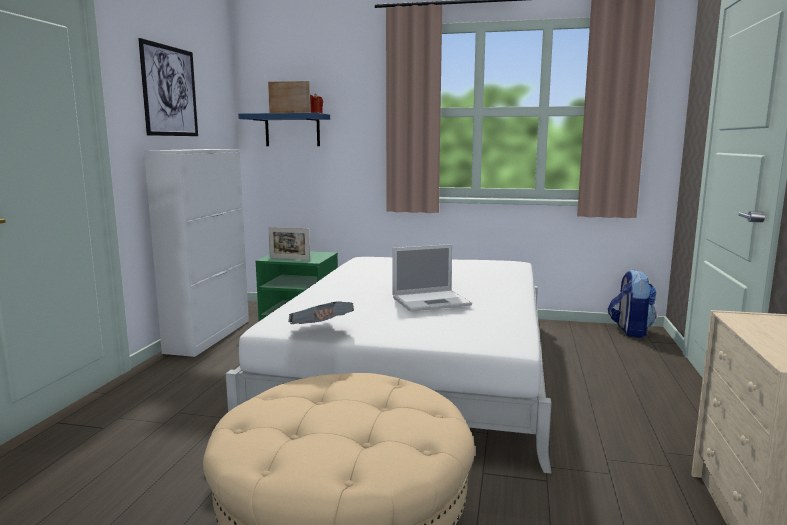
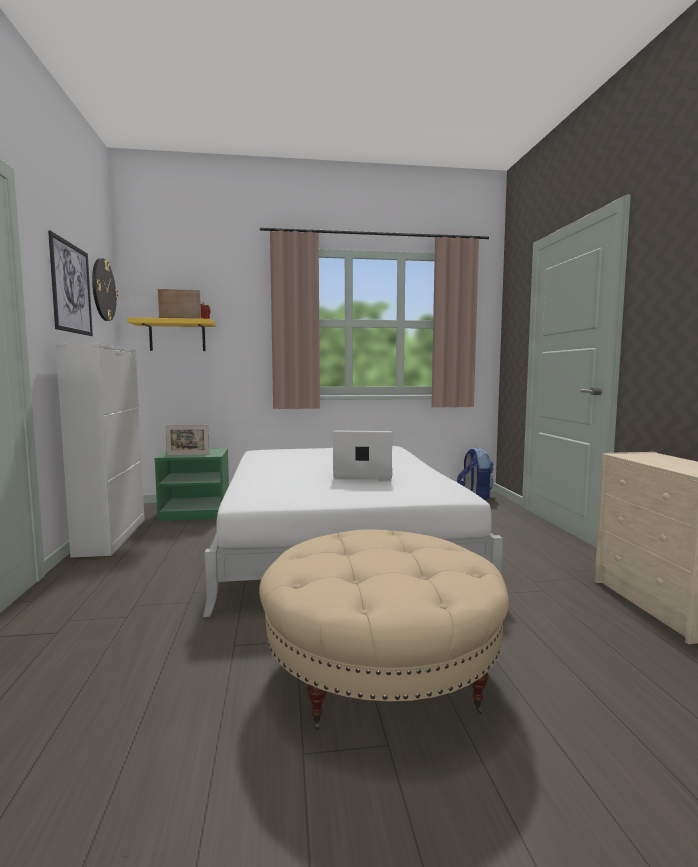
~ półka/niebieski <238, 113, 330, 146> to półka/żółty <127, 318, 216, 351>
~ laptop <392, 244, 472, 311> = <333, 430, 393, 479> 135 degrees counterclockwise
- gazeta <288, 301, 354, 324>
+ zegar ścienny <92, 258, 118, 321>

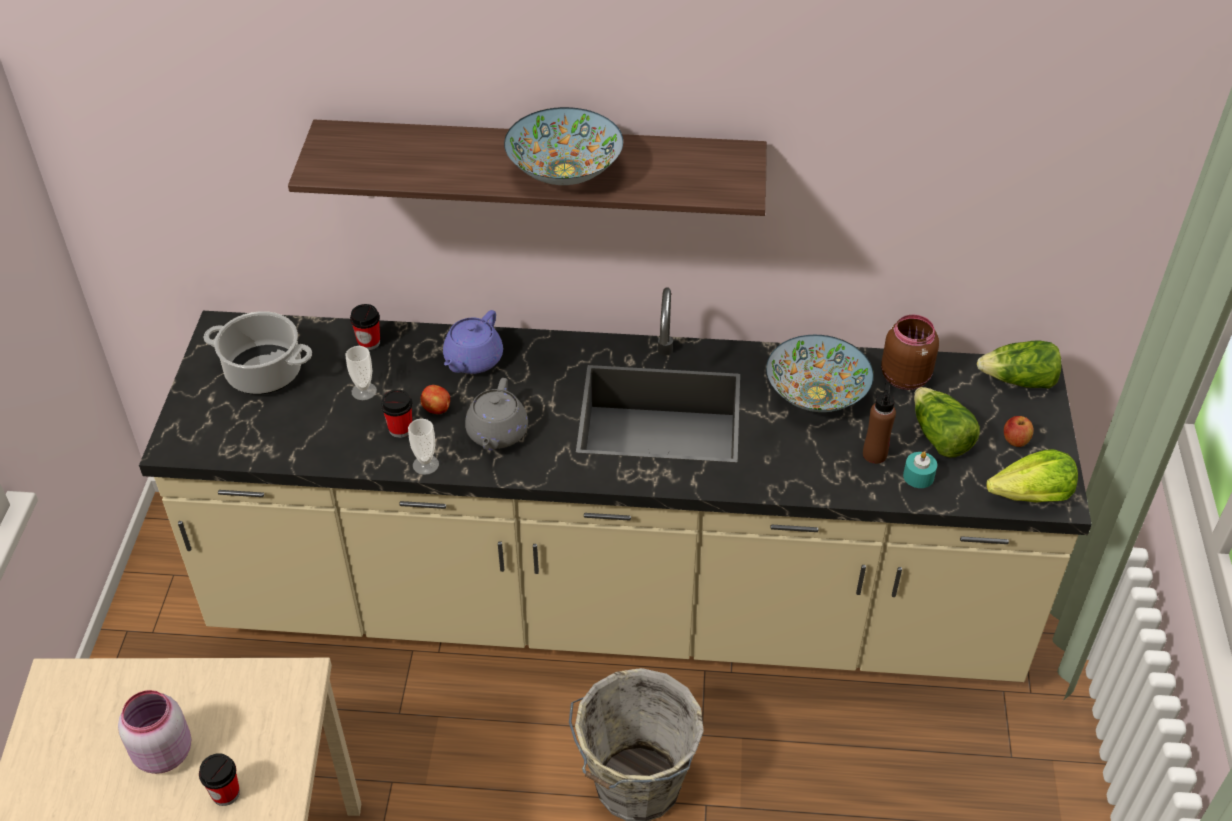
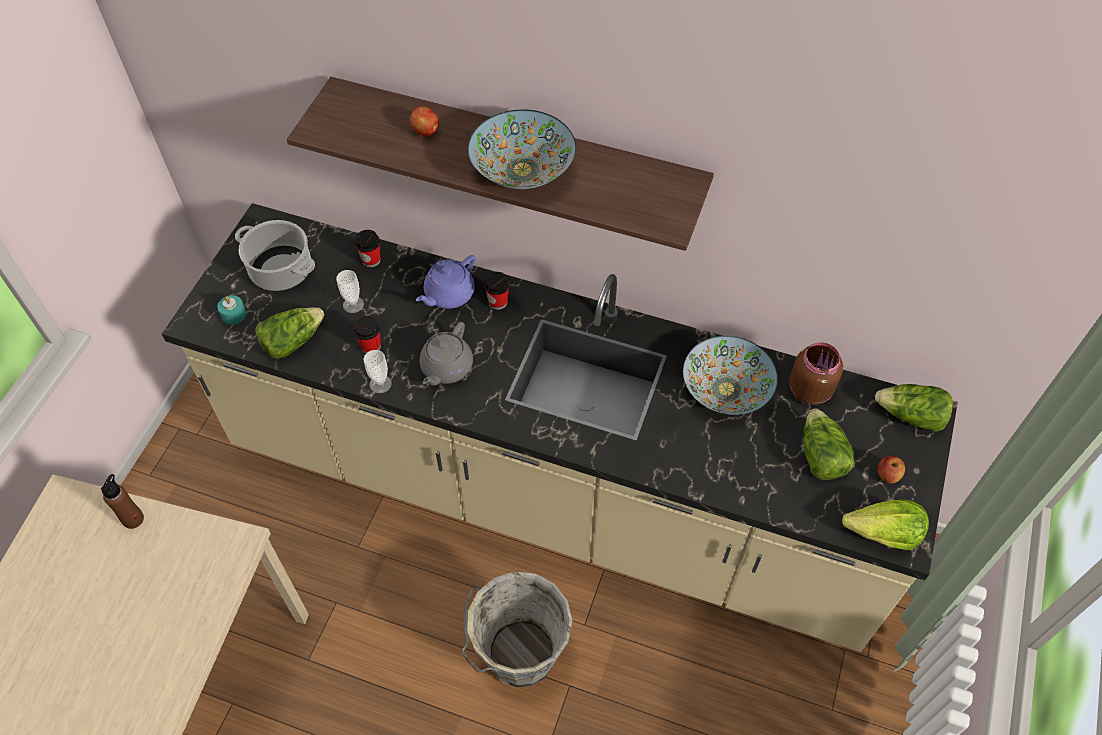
~ butelka/brązowy <863, 383, 896, 464> to <101, 474, 144, 529>
~ jabłko <421, 385, 450, 414> to <410, 106, 439, 136>
~ świeca/turkusowy <903, 452, 937, 488> to <217, 295, 246, 325>
- słoik/różowy <118, 690, 191, 774>
~ filiżanka <199, 753, 240, 806> to <484, 272, 510, 310>
+ sałata <255, 307, 324, 358>

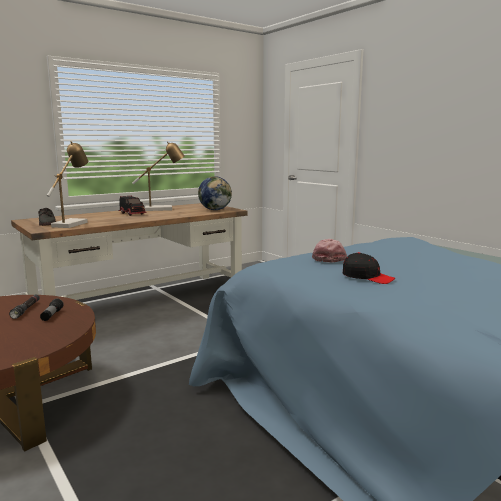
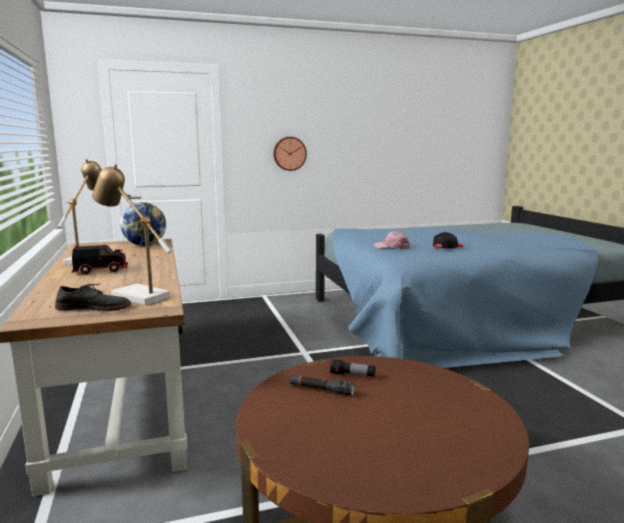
+ zegar ścienny <273, 137, 307, 171>

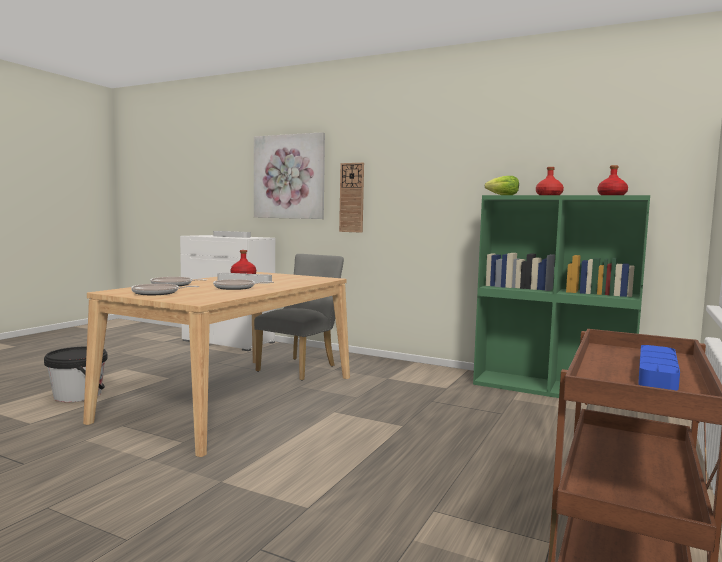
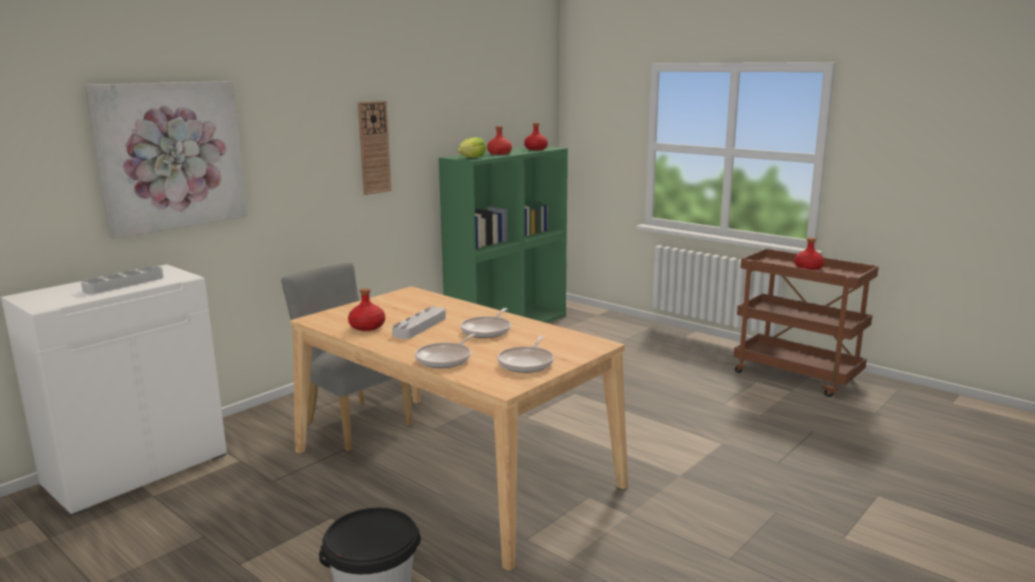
~ zegar ścienny <339, 163, 364, 233> to <358, 101, 392, 195>
~ taca/niebieski <638, 345, 680, 390> to butelka/czerwony <794, 238, 825, 270>

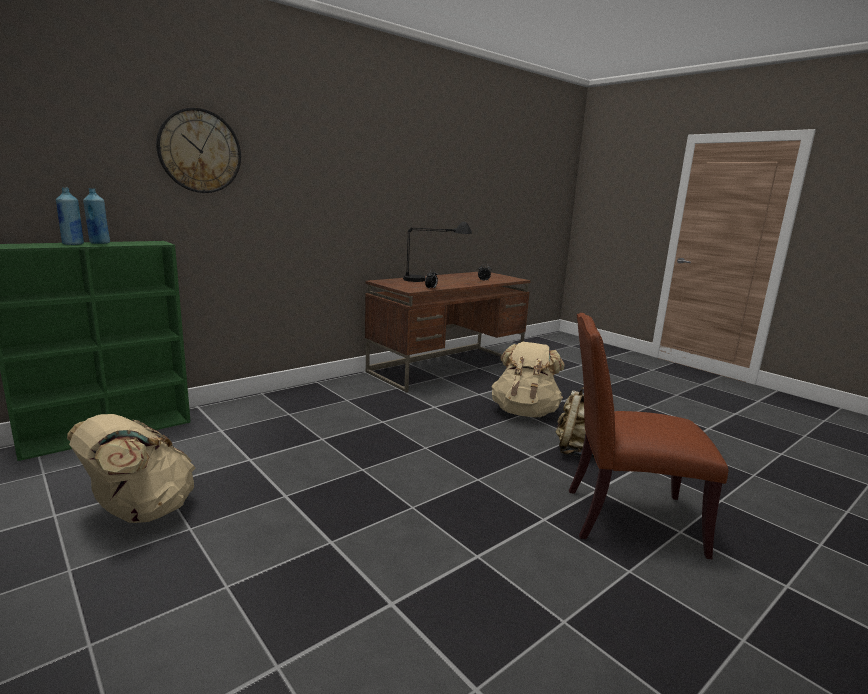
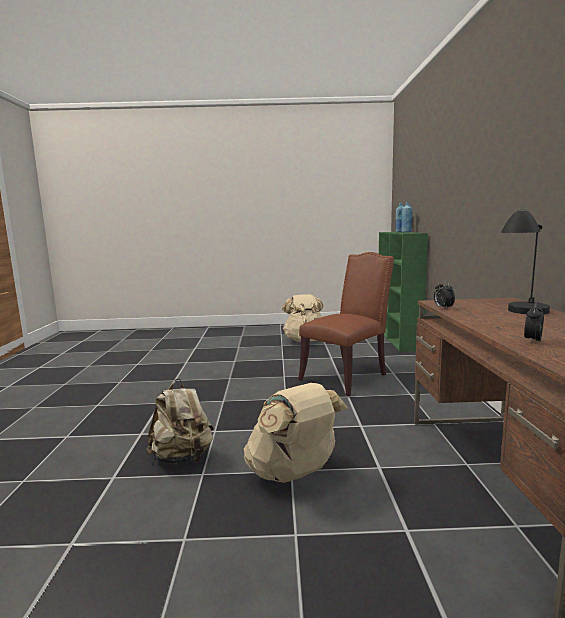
- zegar ścienny <156, 108, 241, 193>
~ krzesło/brązowy <569, 313, 728, 559> to <298, 252, 394, 396>

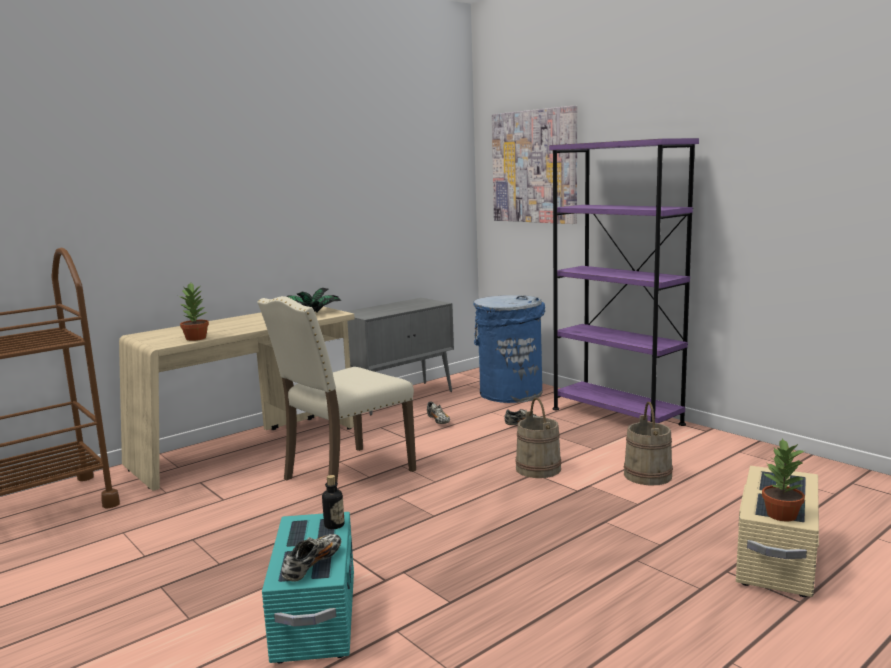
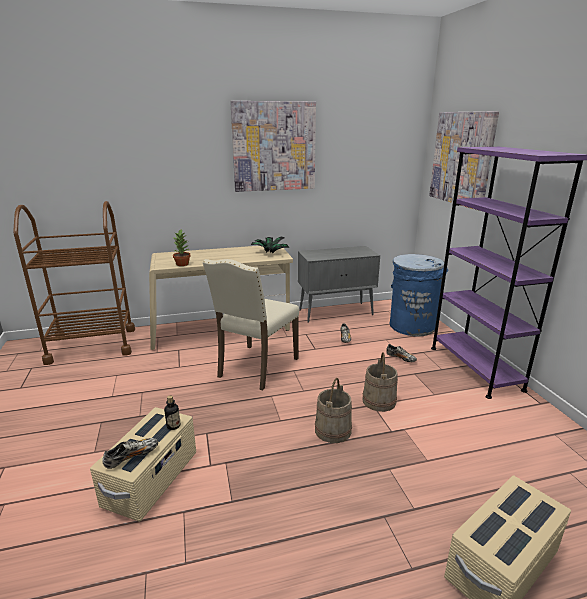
~ krzesło/beżowy <257, 296, 416, 482> = <203, 259, 299, 390> 45 degrees counterclockwise
~ wiadro/beżowy <624, 402, 673, 486> to <315, 378, 352, 443>
- roślina doniczkowa <762, 438, 806, 522>
~ pojemnik do przechowywania/turkusowy <262, 512, 354, 663> to pojemnik do przechowywania/beżowy <90, 407, 196, 522>
+ obraz <230, 101, 316, 192>

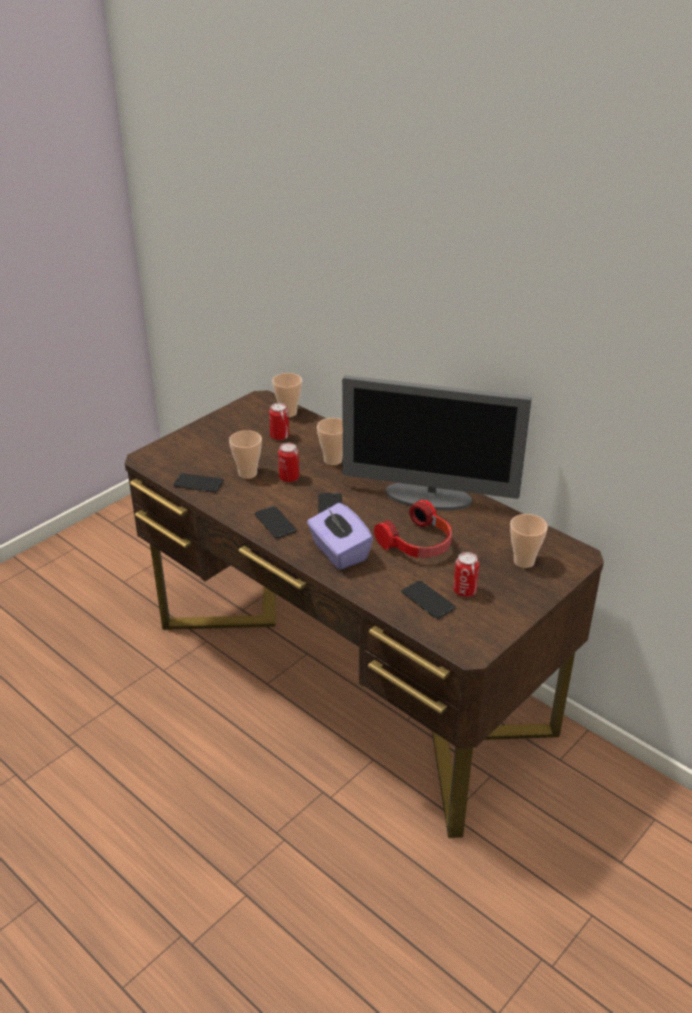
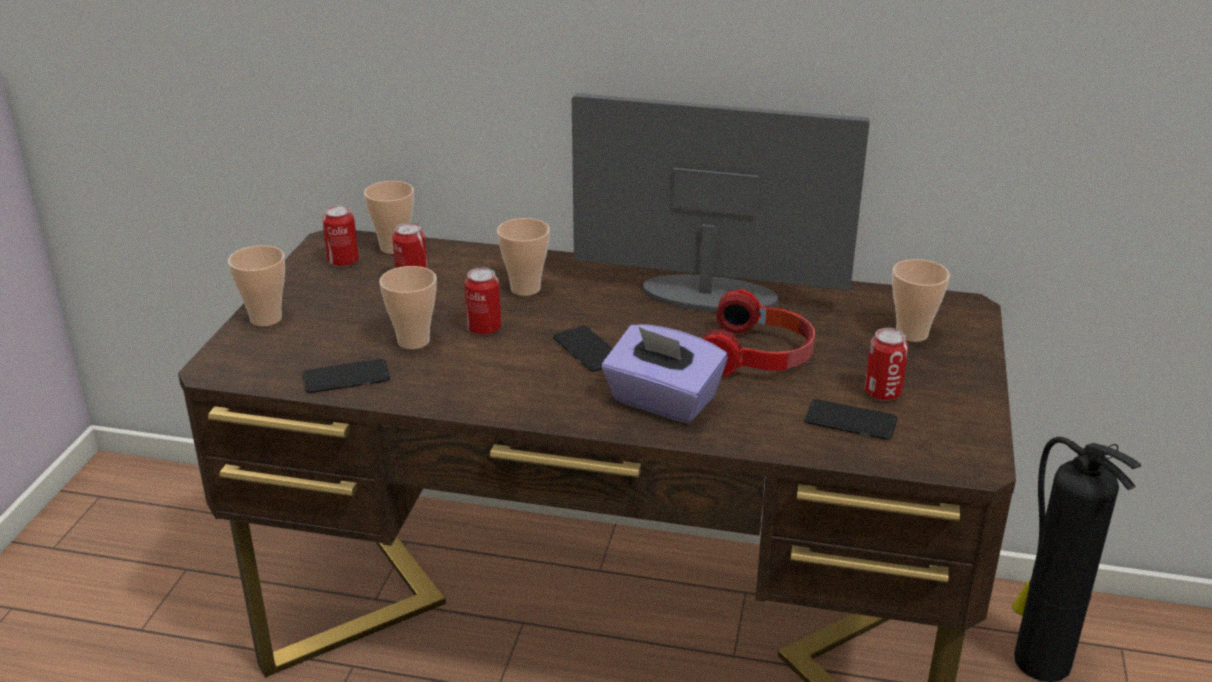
~ monitor <342, 375, 531, 511> = <572, 93, 870, 313> 150 degrees counterclockwise
- telefon <254, 506, 297, 538>
+ puszka <322, 205, 359, 267>
+ filiżanka <228, 245, 285, 327>
+ gaśnica <1012, 437, 1141, 682>

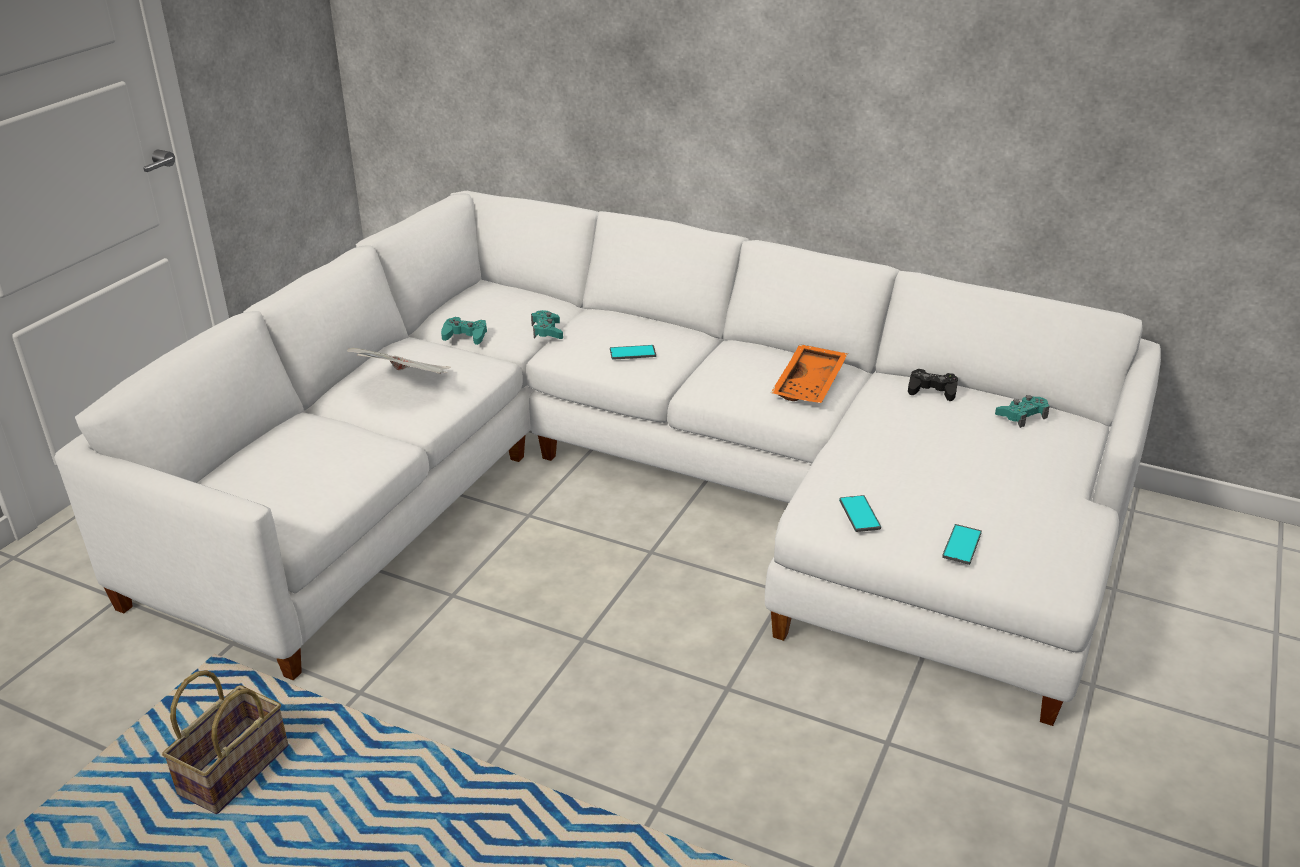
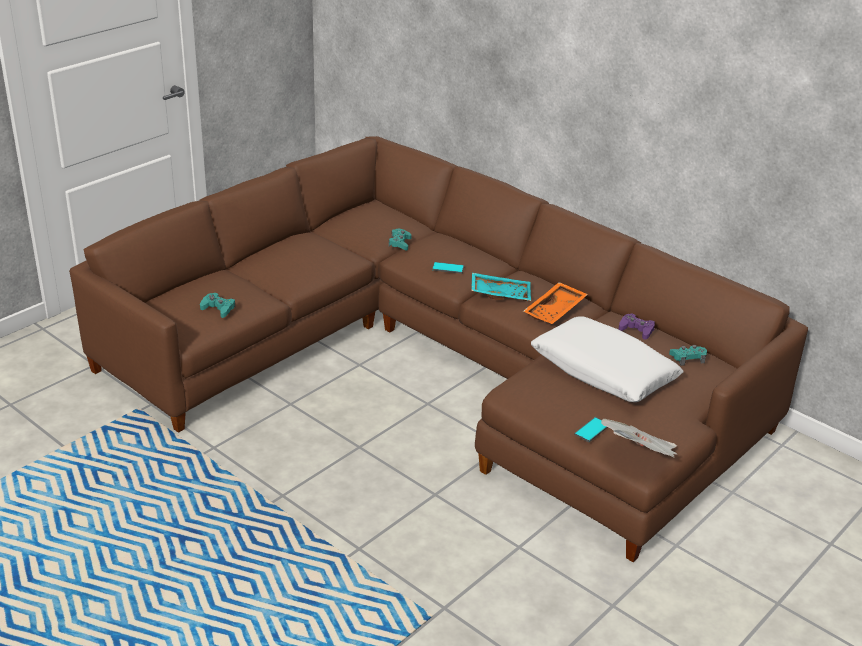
~ kanapa/biały <54, 191, 1161, 726> to kanapa/brązowy <69, 136, 808, 562>
~ pad do gier/turkusowy <441, 317, 487, 345> to <200, 293, 235, 318>
~ gazeta <347, 348, 451, 374> to <601, 419, 677, 457>
~ pad do gier/czarny <908, 369, 958, 401> to pad do gier/fioletowy <619, 313, 655, 340>
- telefon <839, 495, 881, 532>
- koszyk <162, 670, 289, 814>
+ taca/turkusowy <471, 272, 531, 301>
+ poduszka/biały <531, 316, 684, 402>

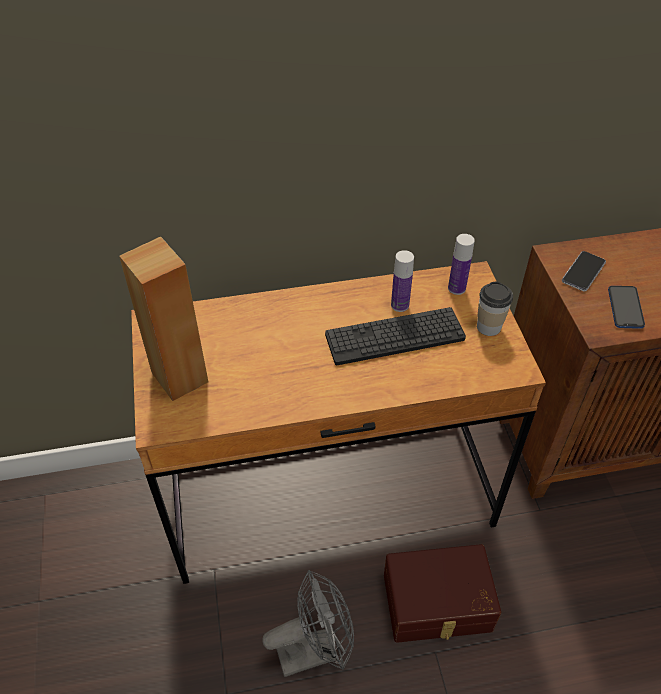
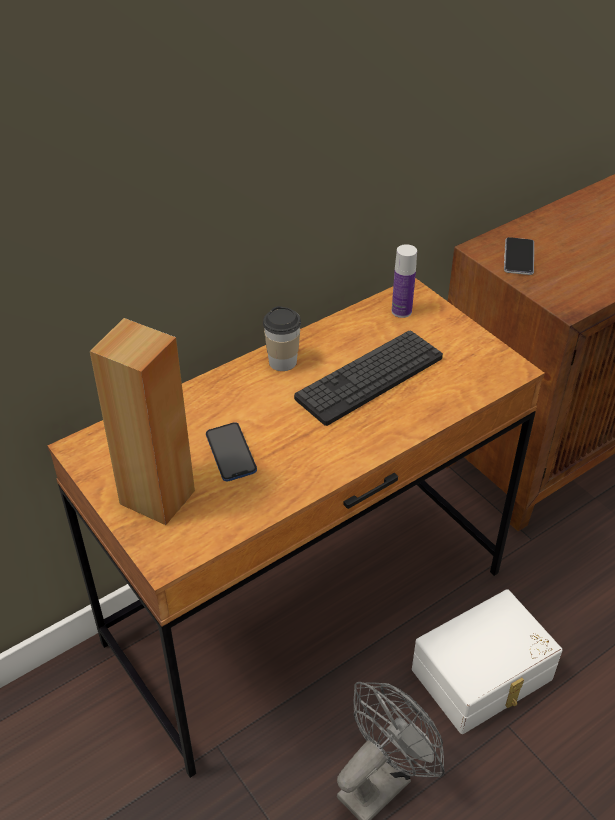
- butelka <391, 250, 414, 312>
~ filiżanka <477, 282, 513, 336> to <263, 306, 301, 371>
~ telefon <608, 286, 645, 329> to <206, 422, 257, 482>
~ pojemnik do przechowywania/brązowy <384, 544, 501, 643> to pojemnik do przechowywania/biały <412, 589, 562, 734>

